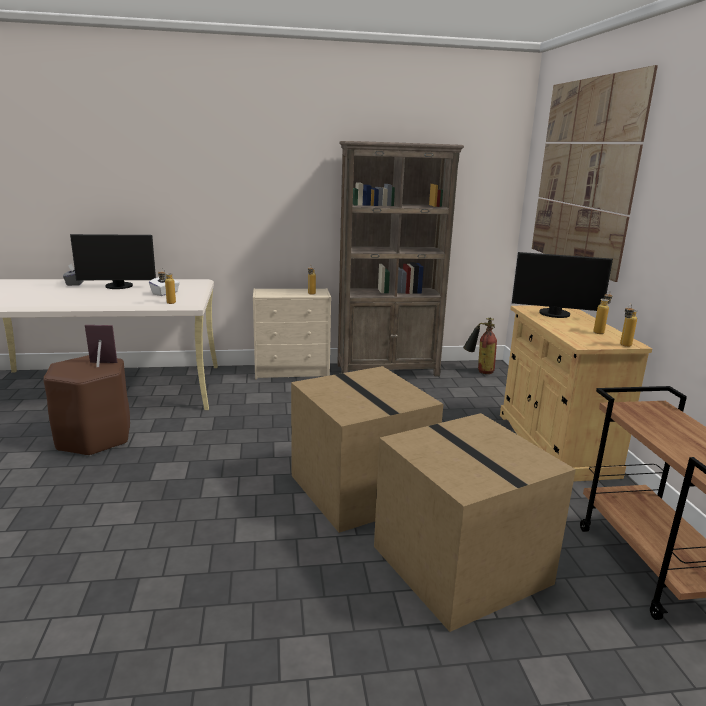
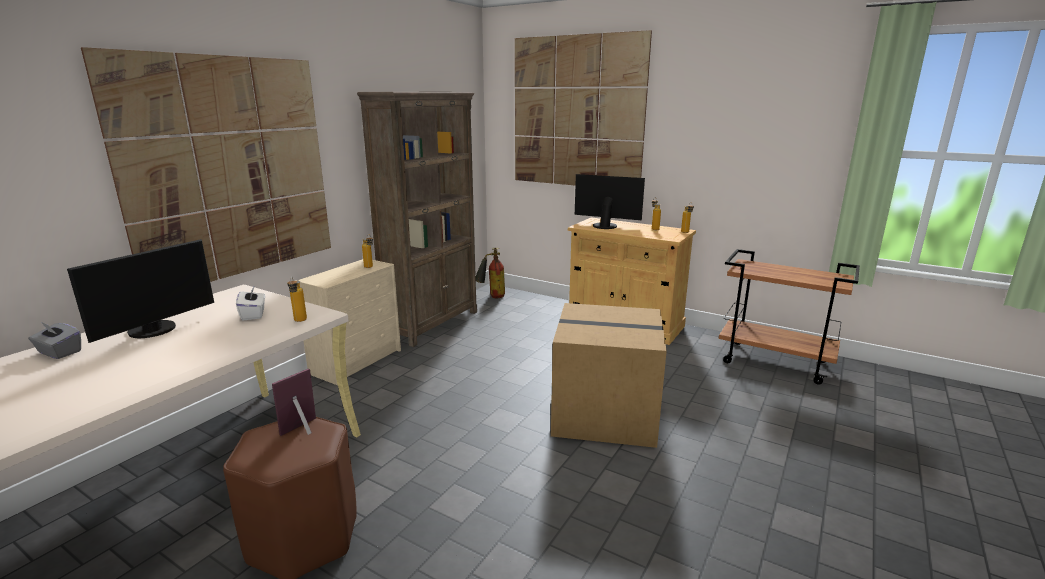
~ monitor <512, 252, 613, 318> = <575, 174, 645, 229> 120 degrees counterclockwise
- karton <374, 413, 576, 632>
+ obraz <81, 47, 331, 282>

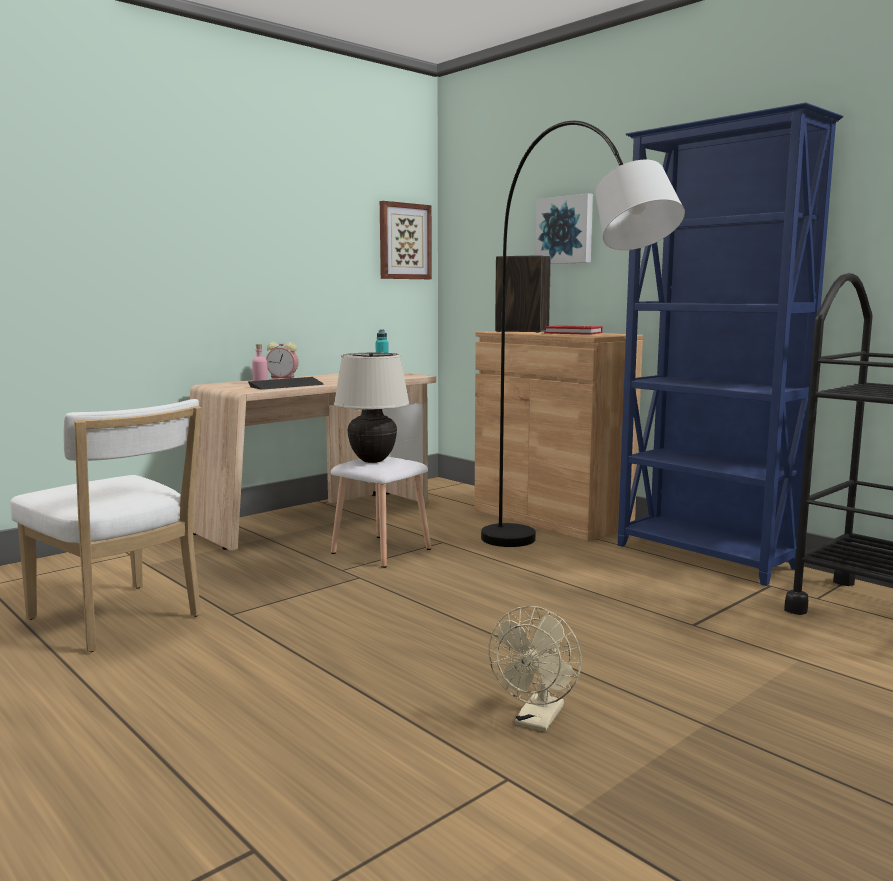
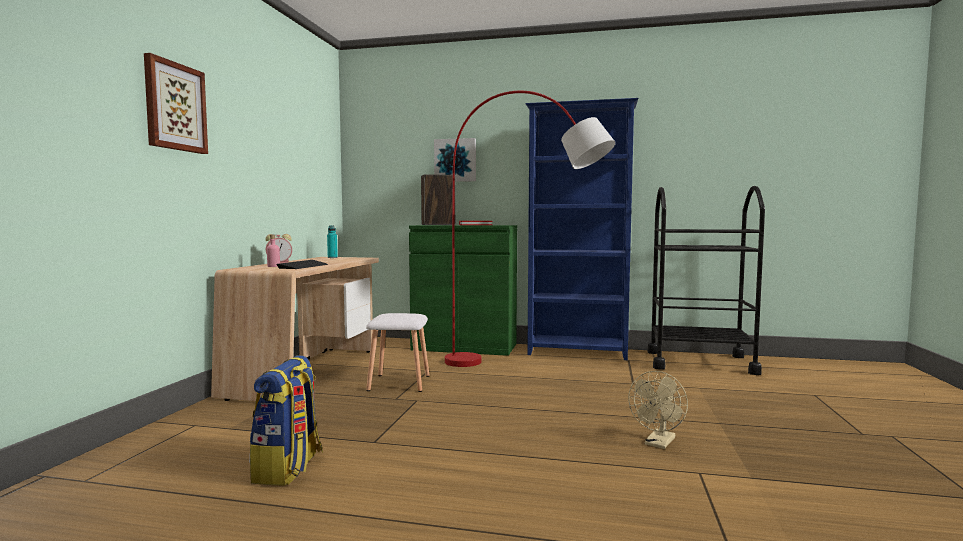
~ lampa stojąca/szary <481, 121, 685, 547> to lampa stojąca/czerwony <445, 91, 616, 367>
~ obraz <380, 201, 432, 279> to <144, 53, 208, 154>
~ szafka/brązowy <474, 331, 643, 541> to szafka/zielony <409, 225, 517, 356>
- lampa stołowa/beżowy <334, 353, 410, 463>
~ krzesło/biały <10, 399, 202, 652> to plecak <249, 355, 323, 486>
~ wentylator/beżowy <488, 606, 581, 732> = <628, 371, 688, 449> 45 degrees clockwise

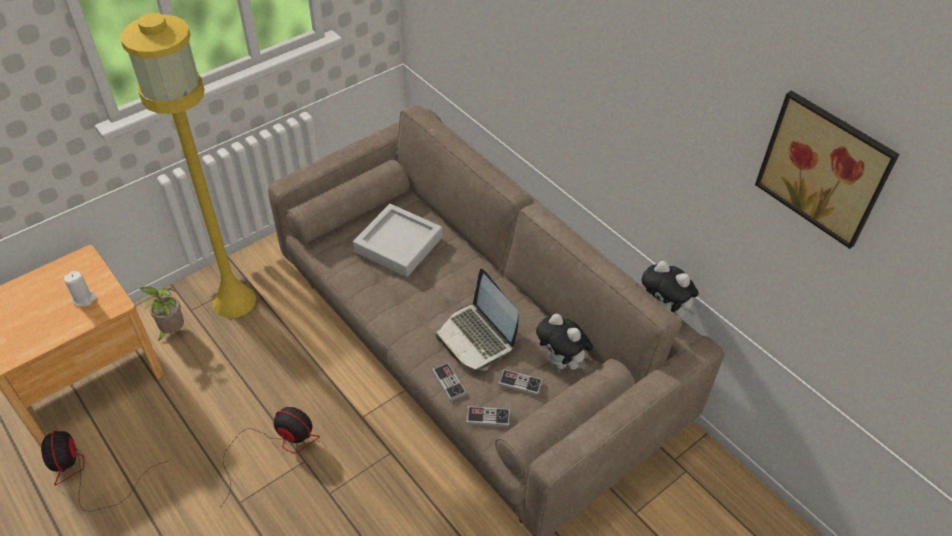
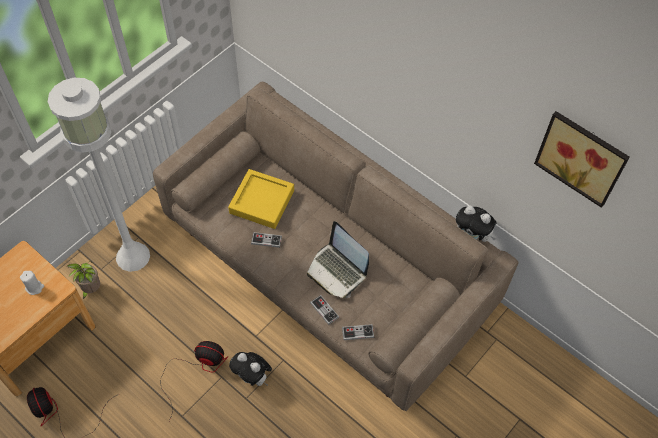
~ lampa stojąca/żółty <121, 13, 256, 318> to lampa stojąca/biały <48, 78, 150, 272>
~ taca/szary <353, 204, 442, 277> to taca/żółty <228, 169, 294, 229>
~ pluszak <536, 314, 593, 370> to <229, 352, 272, 386>
~ pad do gier <498, 369, 543, 396> to <251, 232, 282, 248>

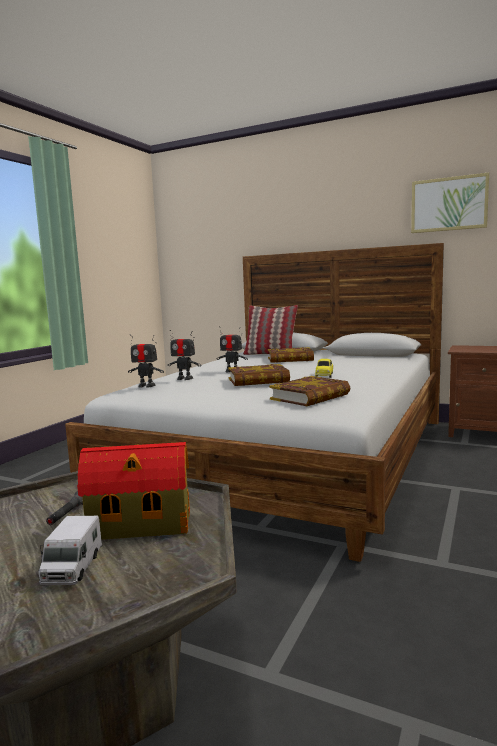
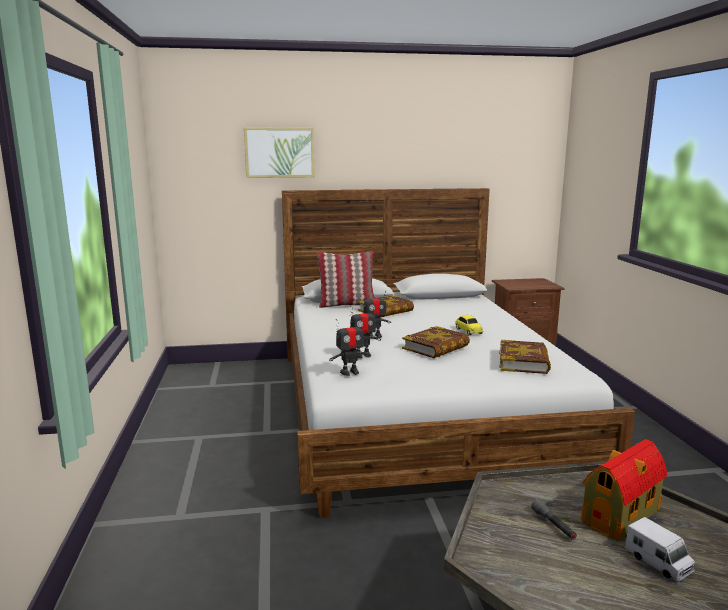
~ obraz <411, 173, 489, 233> to <244, 127, 315, 178>

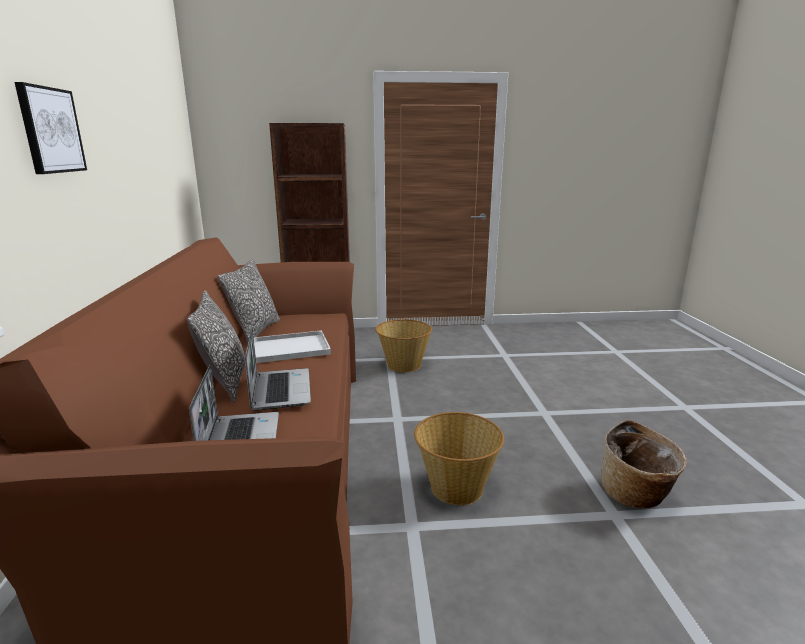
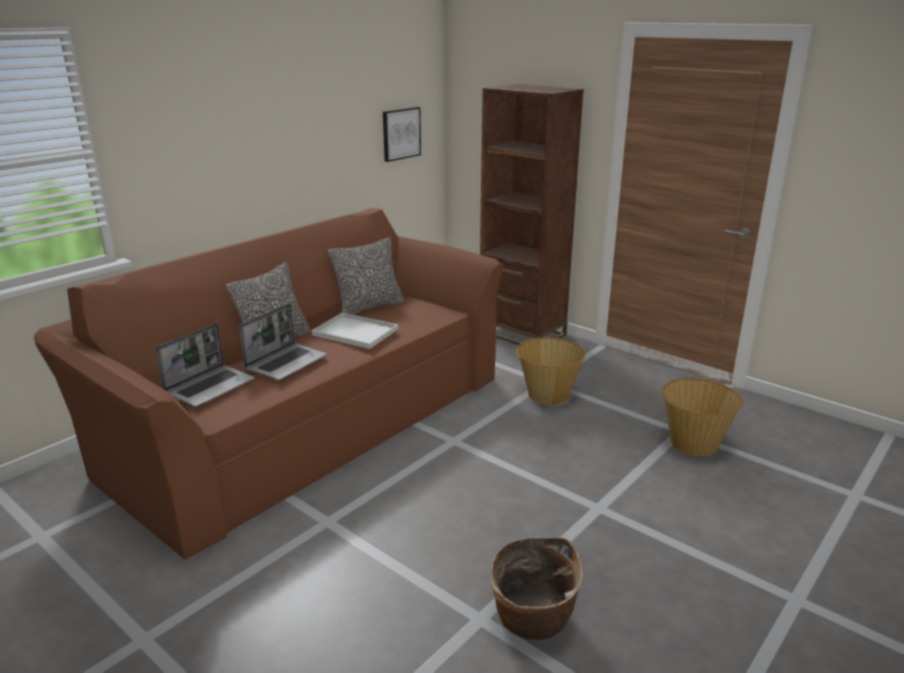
~ obraz <14, 82, 87, 174> to <383, 107, 421, 162>
~ koszyk <414, 412, 504, 505> to <662, 378, 743, 456>

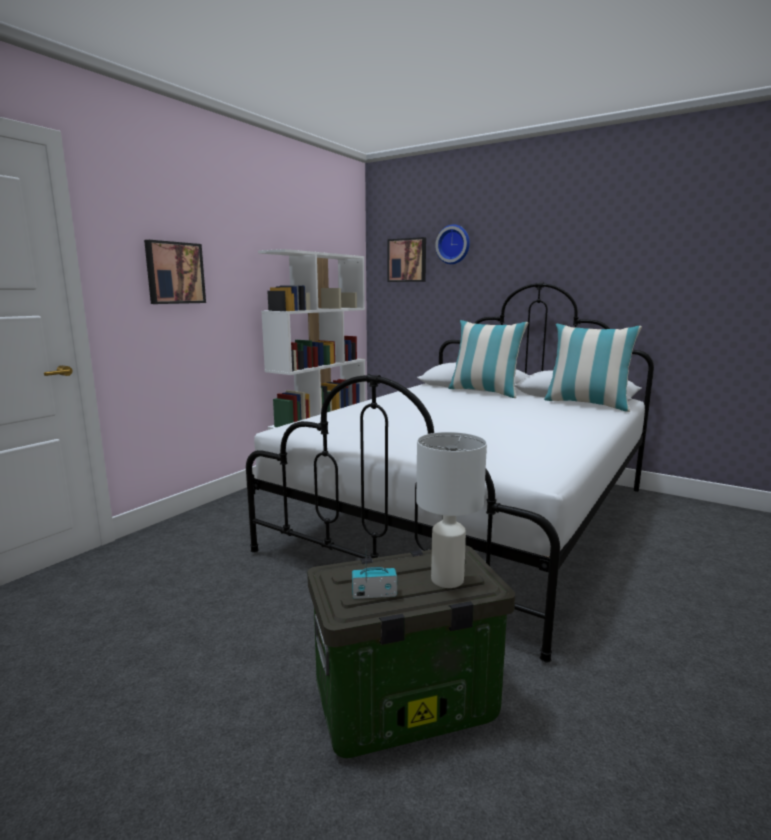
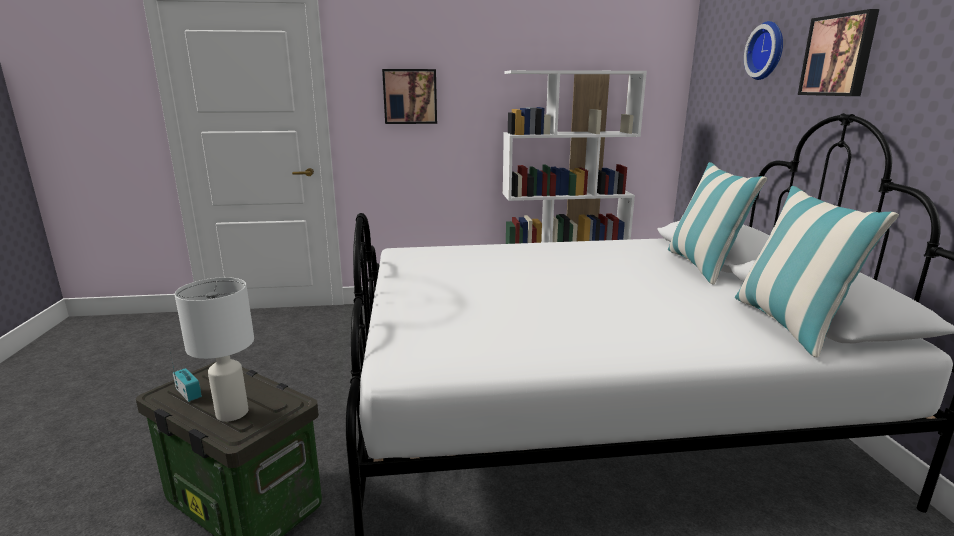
~ obraz <387, 237, 426, 282> to <798, 9, 879, 96>

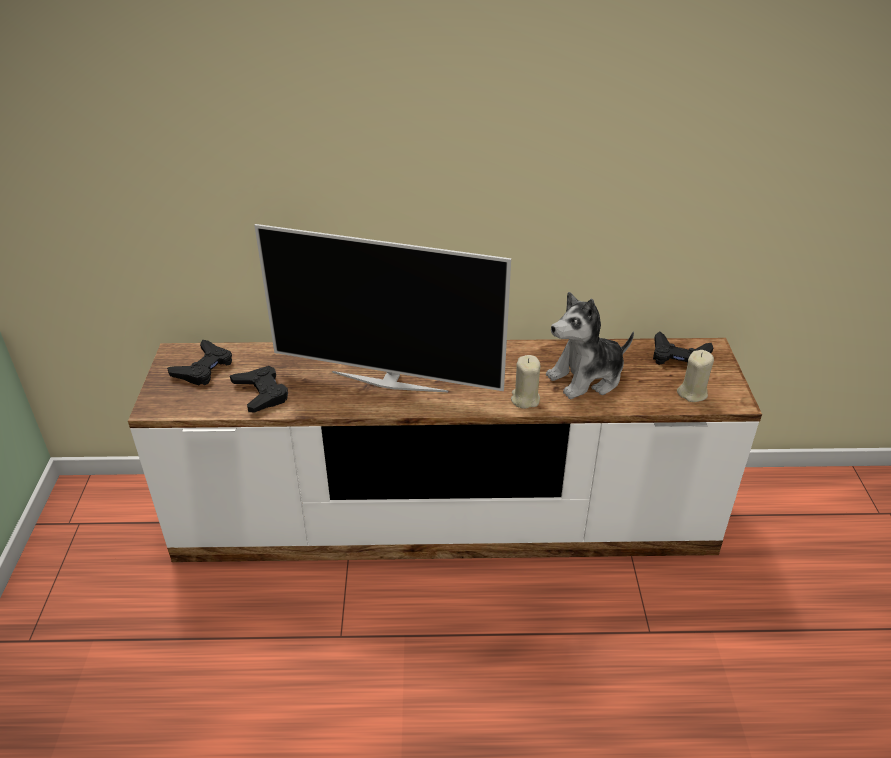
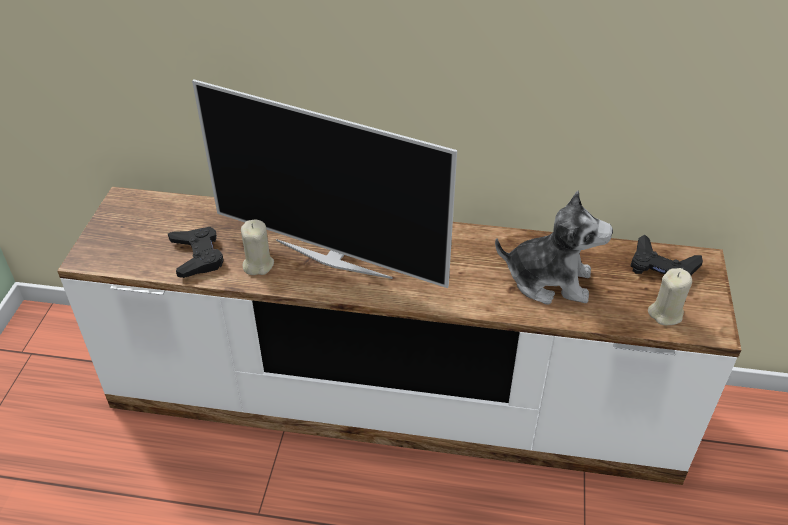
~ pluszak <546, 292, 634, 399> = <495, 191, 613, 305> 150 degrees counterclockwise
- pad do gier/czarny <167, 340, 232, 385>
~ świeca/beżowy <511, 355, 540, 409> to <241, 220, 274, 275>

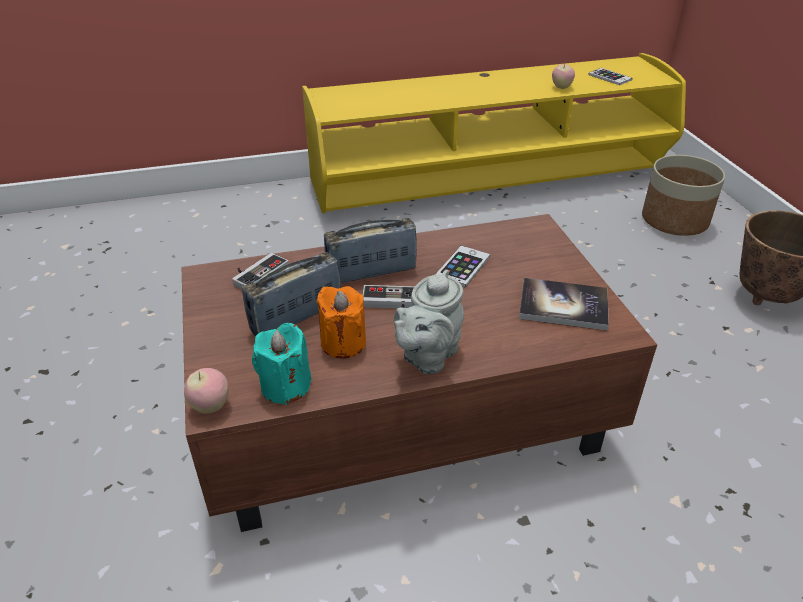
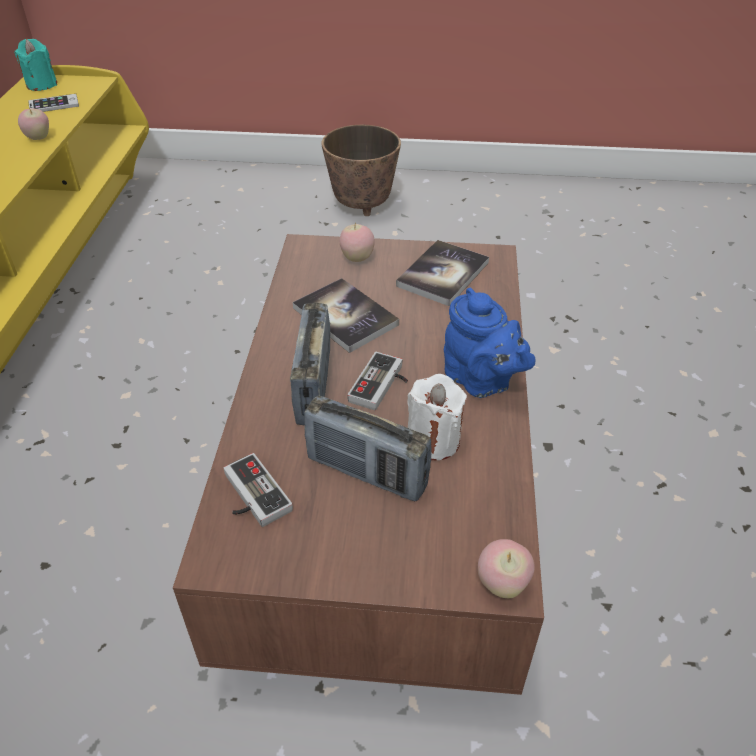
- donica <642, 155, 725, 236>
~ telefon <435, 245, 490, 288> to książka <293, 278, 399, 353>
~ radio <242, 252, 341, 336> = <304, 395, 432, 501> 45 degrees counterclockwise
~ imbryk/szary <394, 270, 464, 374> to imbryk/niebieski <444, 288, 535, 398>
~ świeca/pomarańczowy <316, 286, 366, 358> to świeca/biały <408, 374, 467, 460>
~ świeca/turkusowy <252, 323, 312, 405> to <14, 39, 57, 91>
+ jabłko <340, 222, 375, 262>

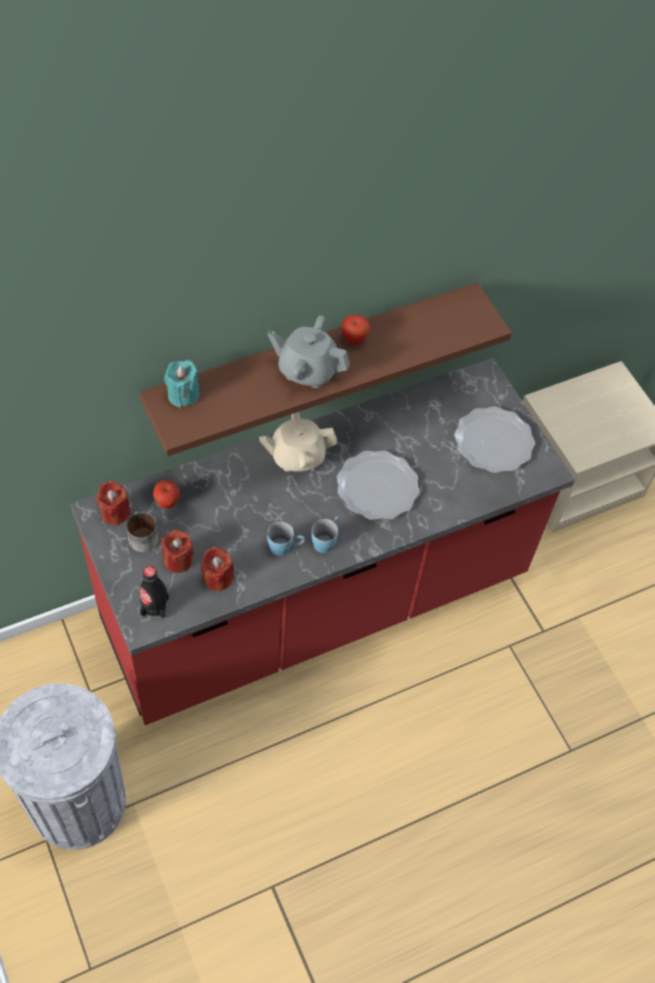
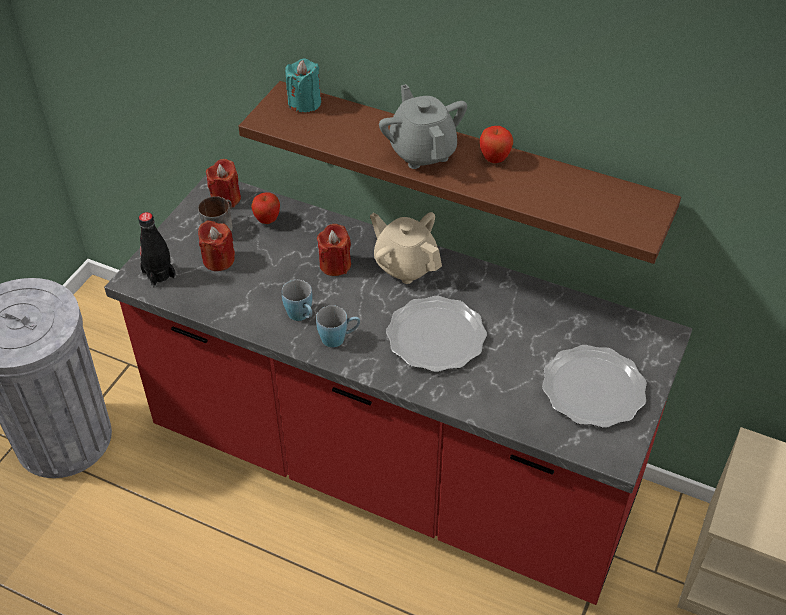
~ świeca/czerwony <200, 546, 234, 591> to <317, 224, 351, 276>

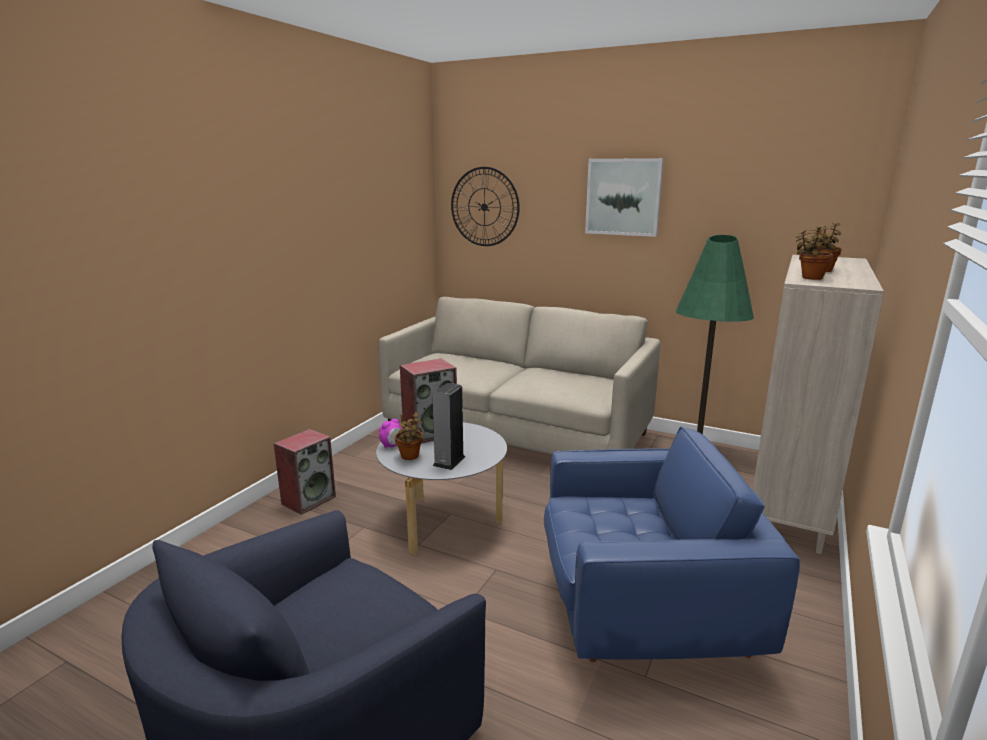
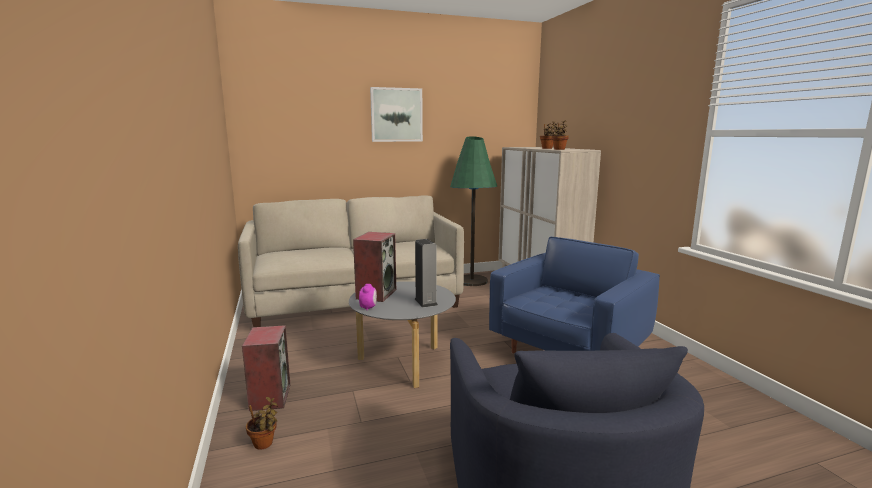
- zegar ścienny <451, 167, 520, 246>
~ roślina doniczkowa <394, 412, 423, 460> to <246, 397, 278, 450>

